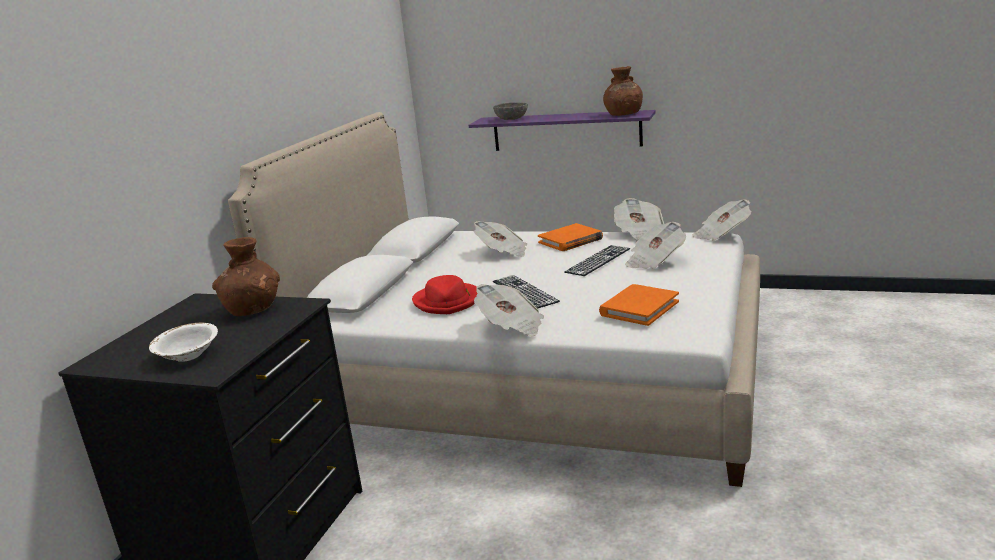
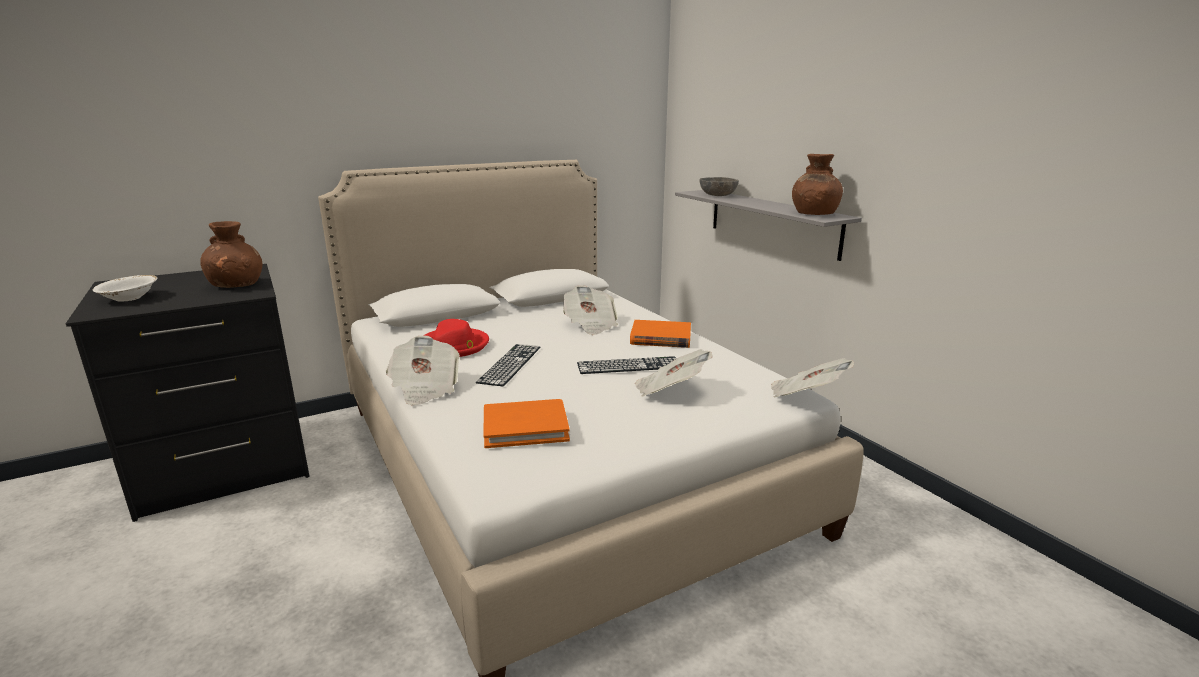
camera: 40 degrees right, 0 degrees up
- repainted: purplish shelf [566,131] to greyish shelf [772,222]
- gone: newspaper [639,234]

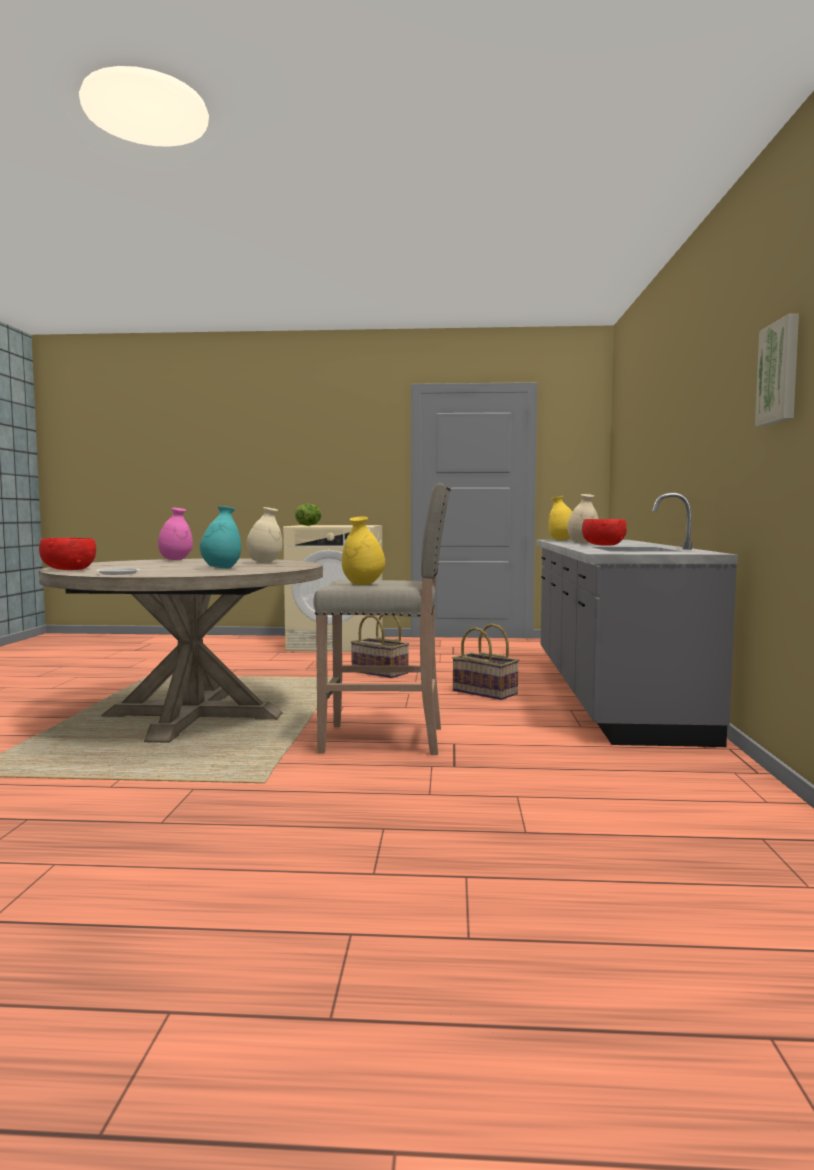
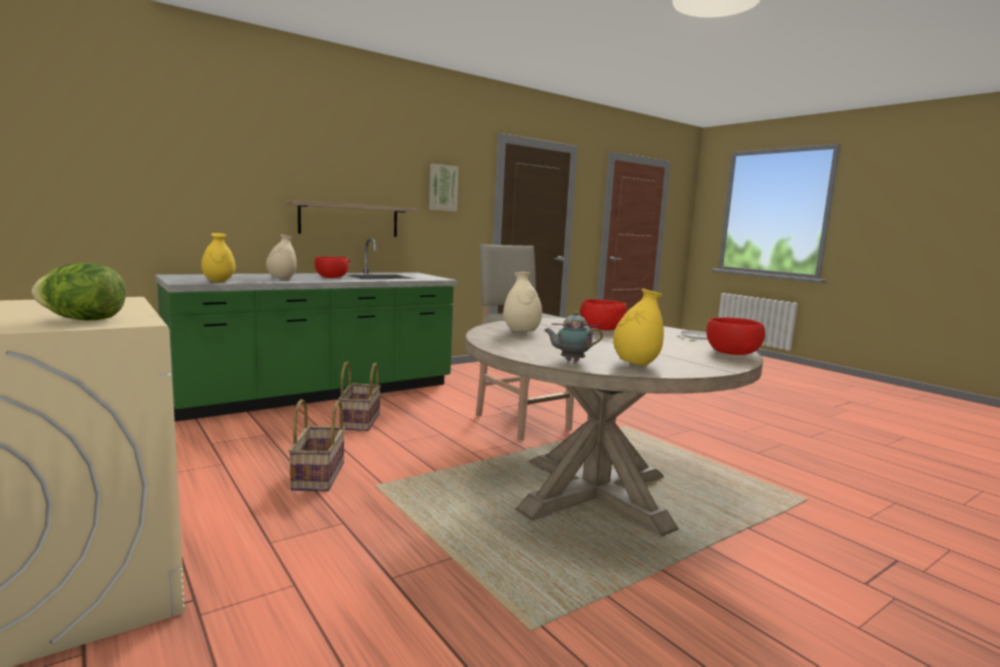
camera: 130 degrees left, 5 degrees up
- repainted: greyish counter [609,693] to green-coloured counter [318,393]
- swapped: turquoise-coloured flower vase [221,568] to red-coloured bowl [601,329]
- swapped: pink flower vase [175,559] to tea pot [570,361]
- shifted: yellowish flower vase [363,584] to [635,364]
- new: shelf [349,219]

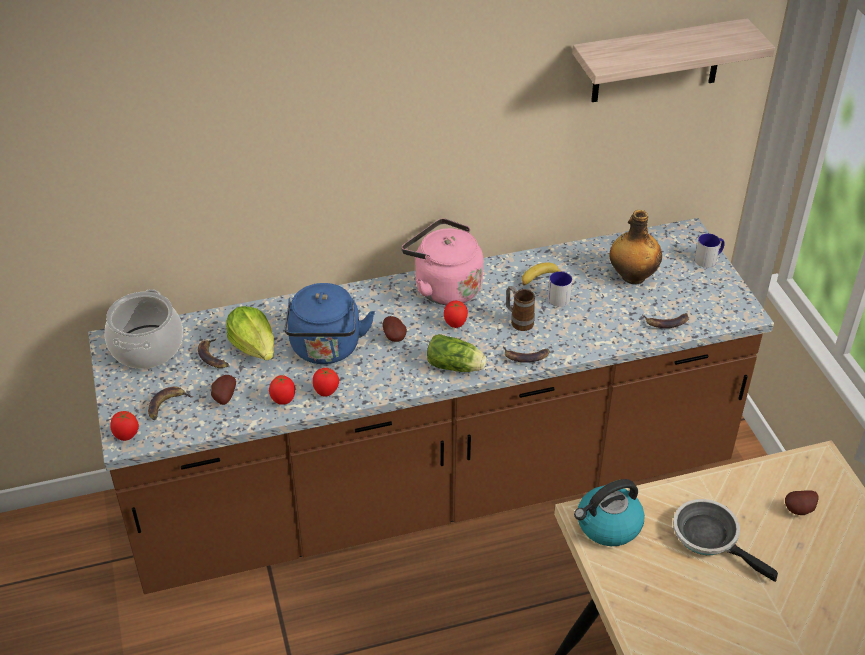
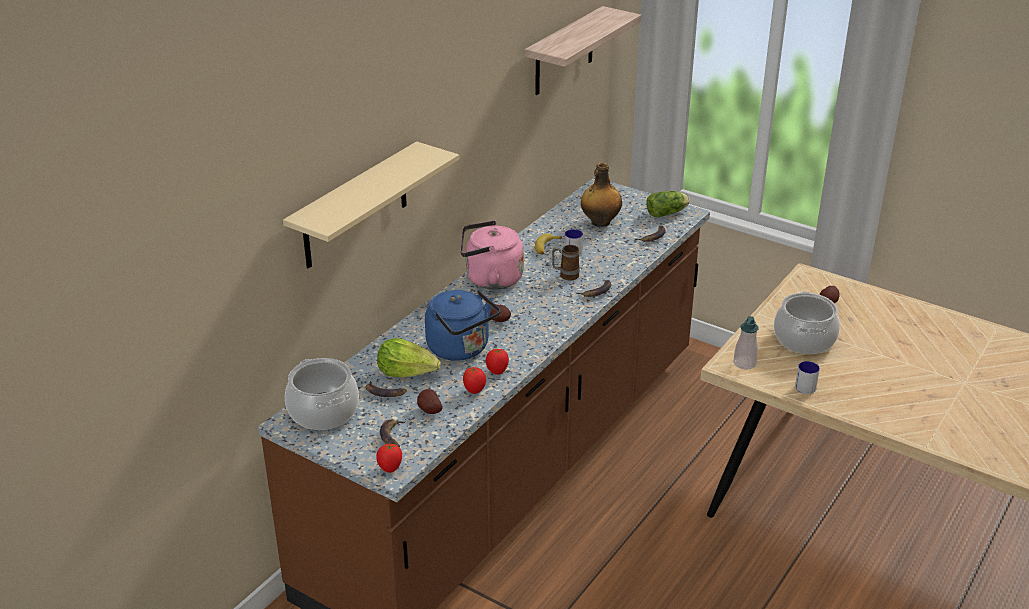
camera: 40 degrees left, 10 degrees down
- shifted: mug [709,259] to [806,385]
- gone: whole tomato [455,324]
- shifted: lettuce [456,367] to [668,213]
- swapped: water kettle [607,526] to soap dispenser [744,363]
- swapped: pan [710,537] to cooking pot [803,339]
- new: beige-coloured shelf [355,207]

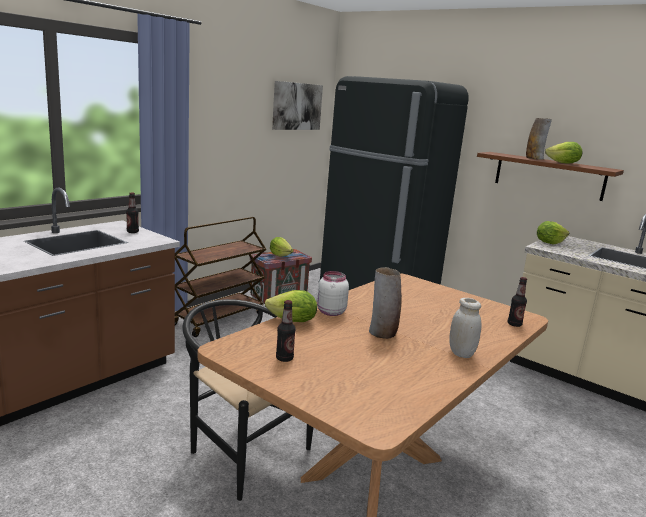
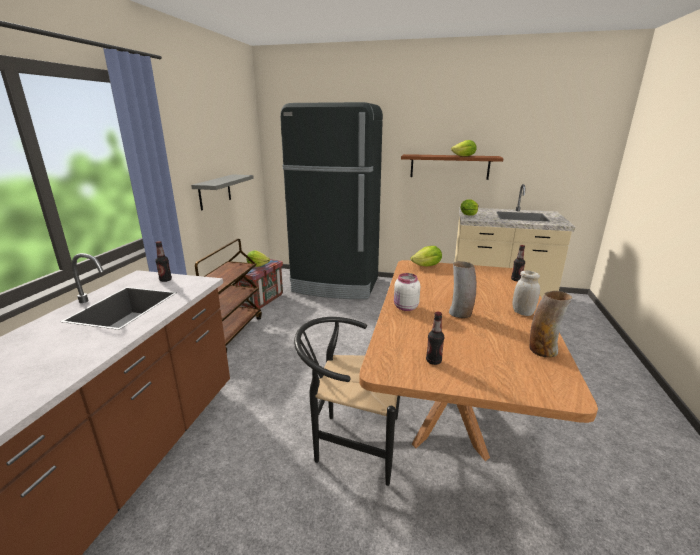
camera: 25 degrees left, 5 degrees up
- gone: picture [297,106]
- shifted: flower vase [534,158] to [542,350]
- shifted: lettuce [293,321] to [427,266]
- new: greyish shelf [215,192]

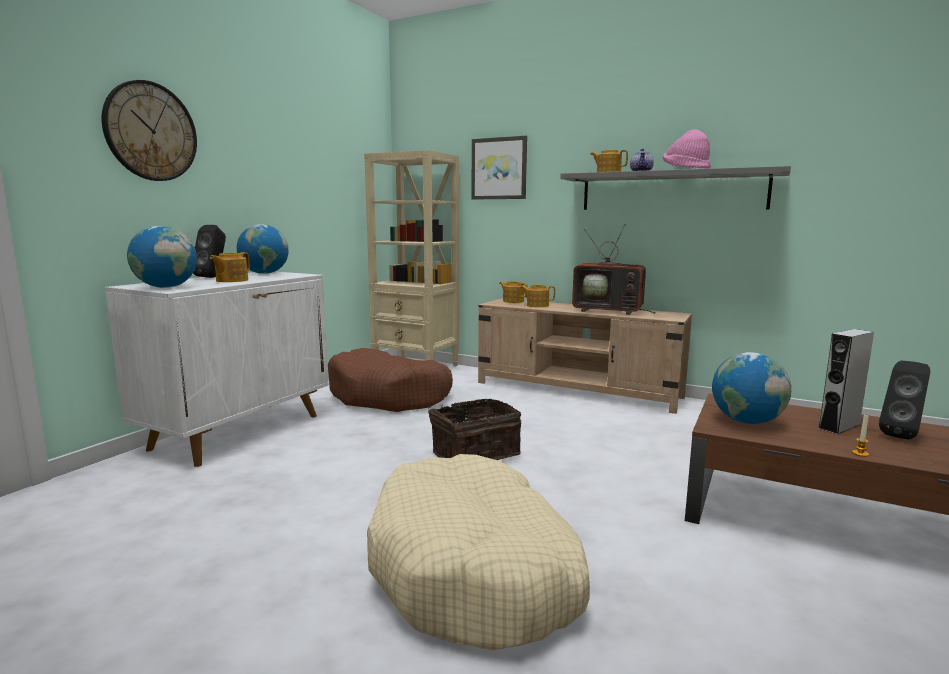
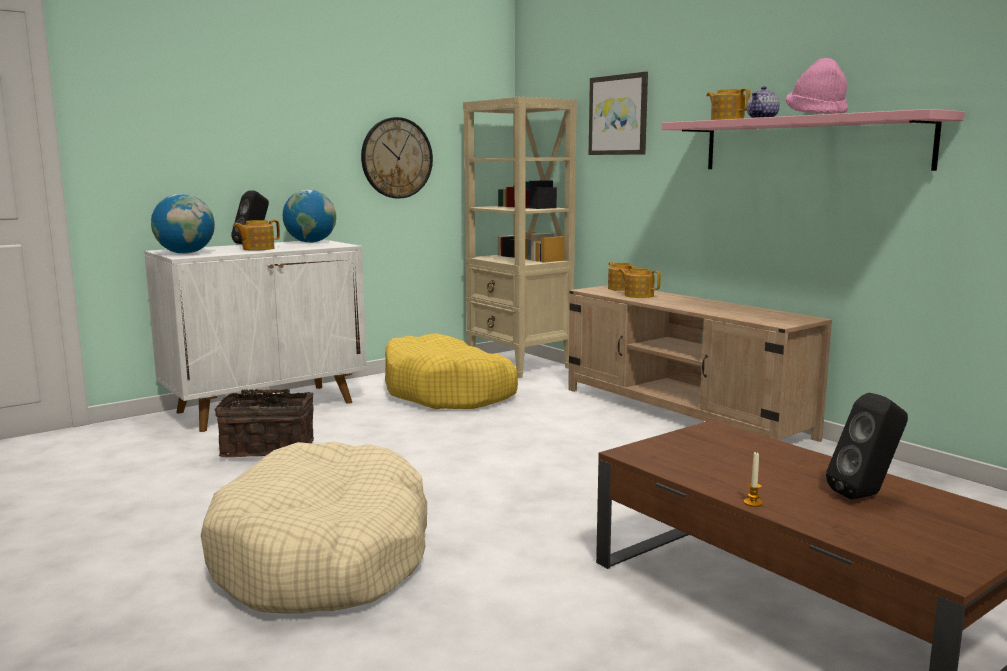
camera: 25 degrees right, 0 degrees up
- shifted: clock on the wall [151,132] to [396,158]
- repainted: greyish shelf [671,191] to pink shelf [811,144]
- gone: TV [610,311]
- gone: greyish audio speaker [839,426]
- repainted: brownish pet bed [389,396] to yellowish pet bed [448,392]
- gone: globe [747,421]
- shifted: basket [474,453] to [269,448]

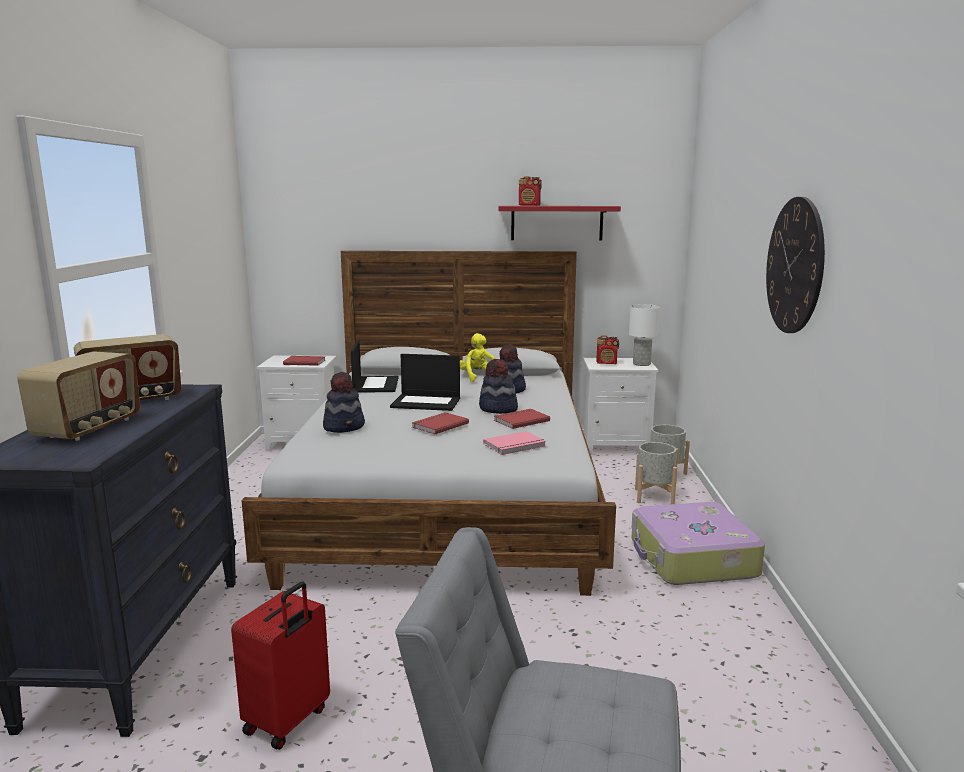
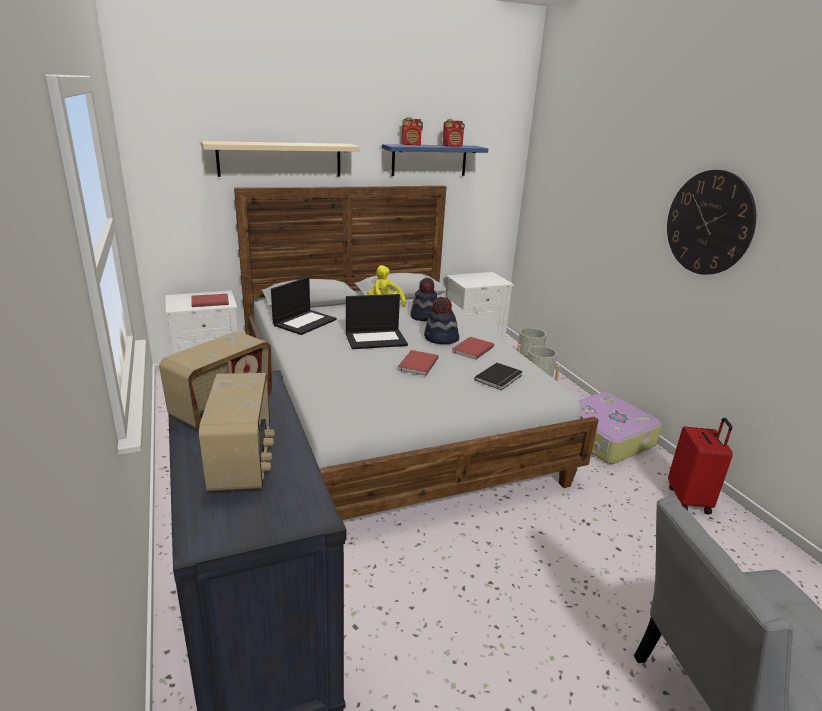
camera: 25 degrees left, 10 degrees up
- repainted: red-coloured shelf [557,223] to bluish shelf [429,160]
- gone: white-coloured tabletop lamp [641,364]
- shifted: radio set [607,363] to [452,146]
- rotated: notebook computer [375,384] = [305,322] 60 degrees clockwise
- gone: wearable hat [344,427]
- repainted: pink book [515,445] to black-coloured book [500,378]
- shifted: red-coloured travel case [288,721] to [689,500]
- new: beige-coloured shelf [280,159]

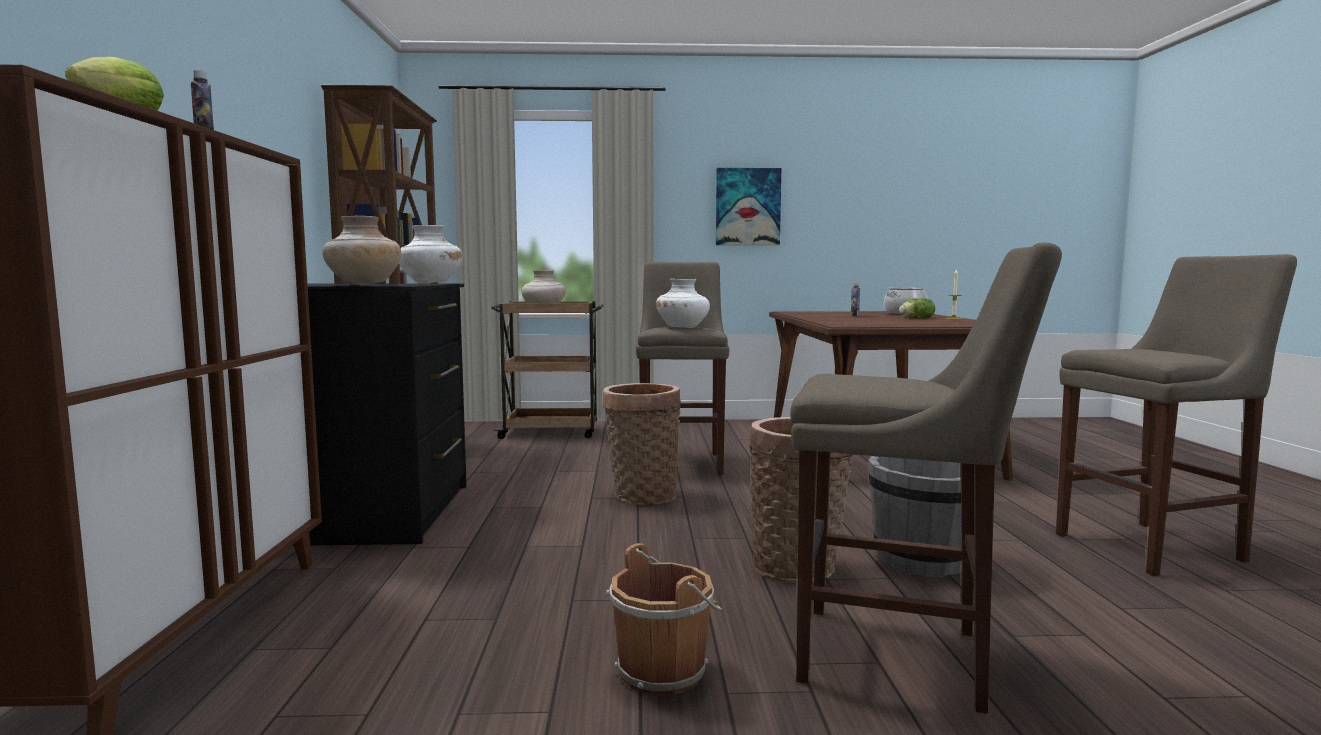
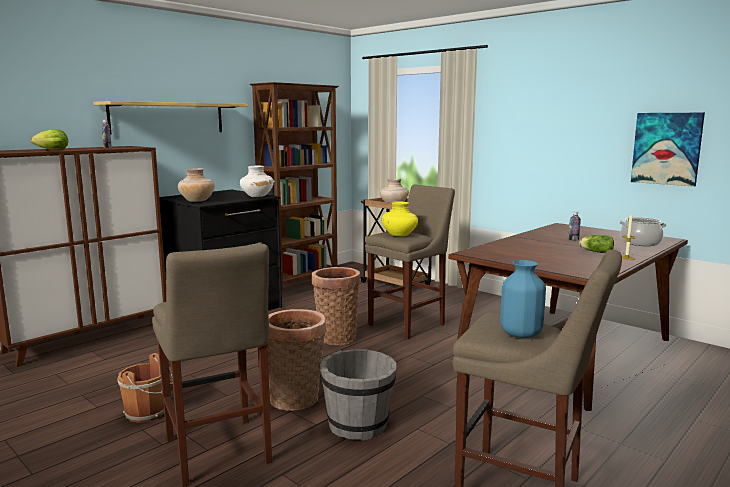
camera: 45 degrees right, 5 degrees up
- shifted: picture [747,207] to [666,148]
- repainted: white-coloured flower vase [683,328] to yellowish flower vase [399,235]
- new: shelf [168,118]
- new: bluish flower vase [521,333]

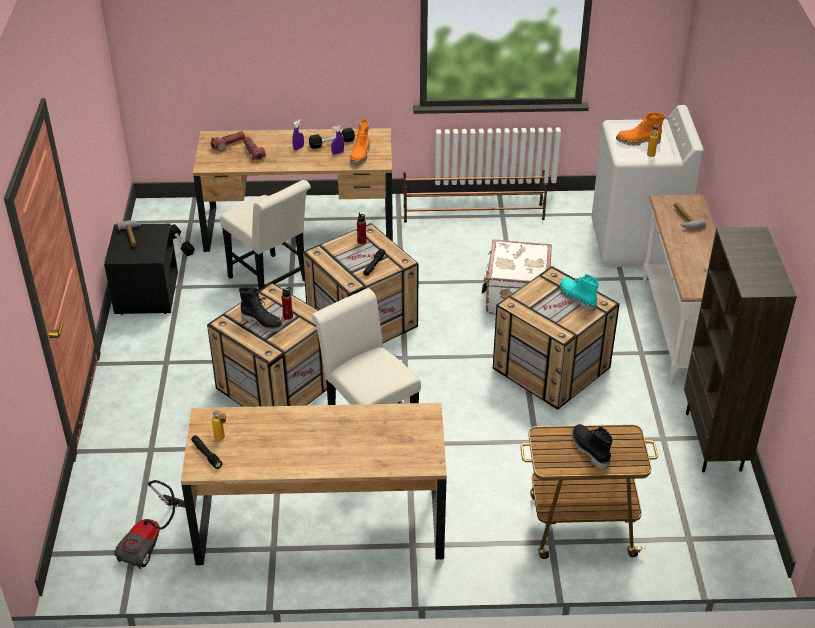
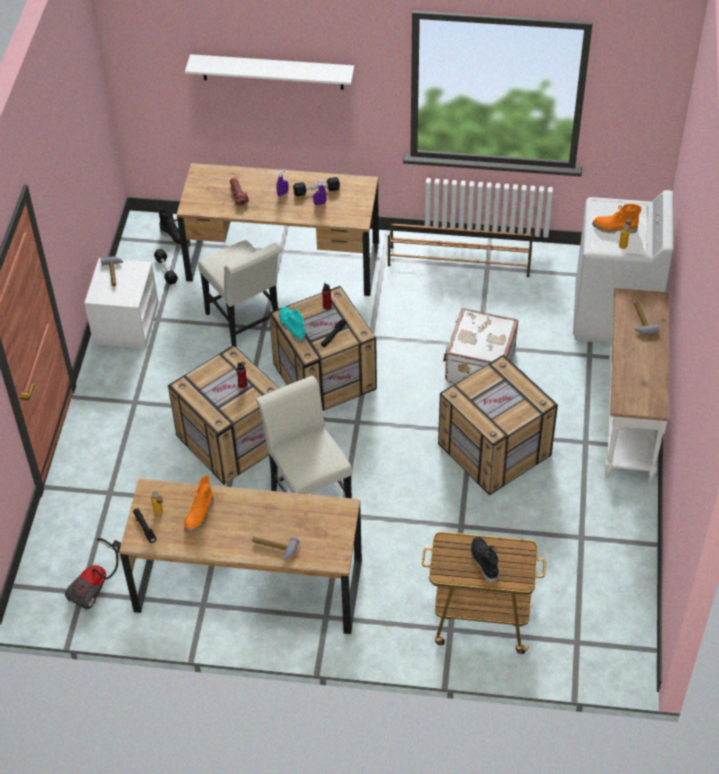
camera: 10 degrees right, 10 degrees up
- shifted: orange boot [361,155] to [200,515]
- gone: hand torch [228,144]
- repainted: black-coloured nightstand [146,293] to white-coloured nightstand [125,323]
- gone: brownish bookshelf [714,442]
- shifted: turquoise-coloured boot [576,298] to [291,327]
- shifted: black-coloured boot [263,322] to [176,238]
- new: white-coloured shelf [272,72]
- new: tool hammer [274,548]

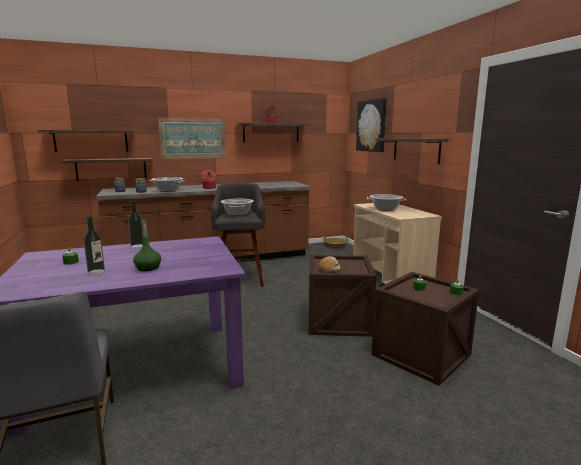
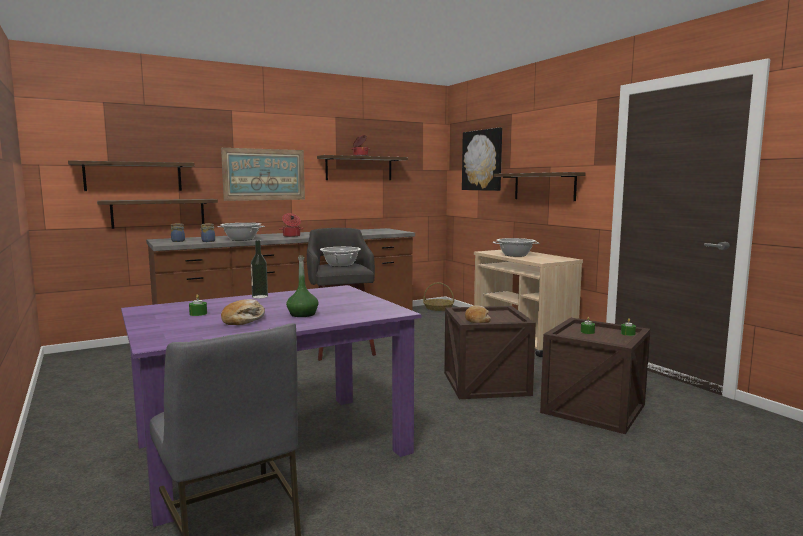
camera: 10 degrees left, 5 degrees down
- swapped: drink bottle [96,272] to bread [244,320]

